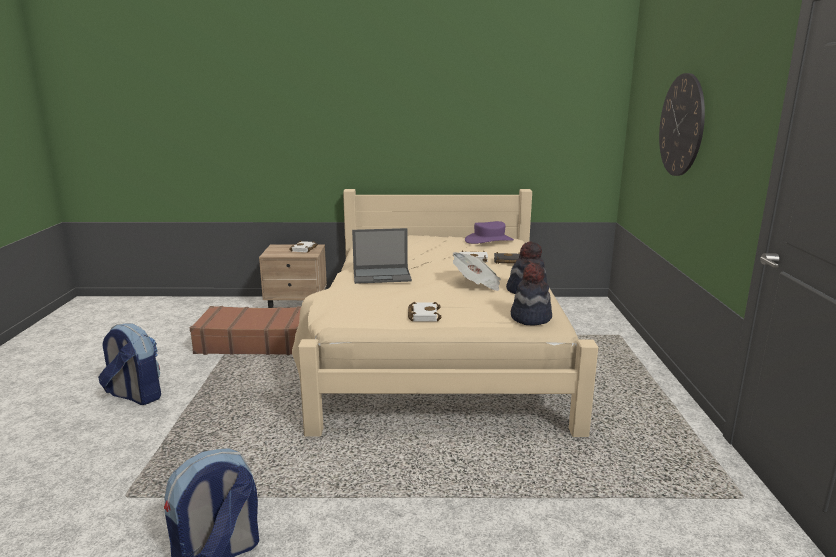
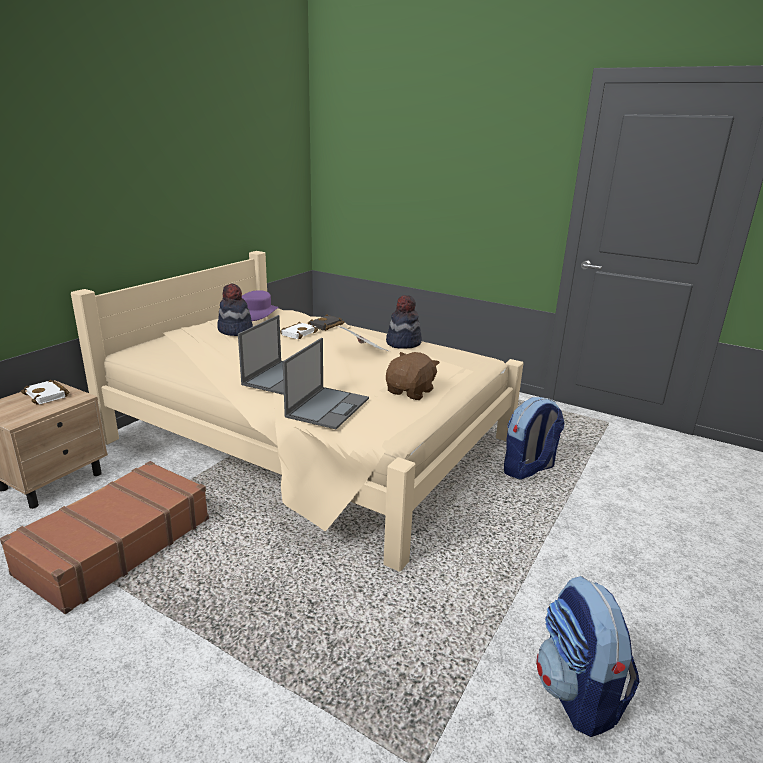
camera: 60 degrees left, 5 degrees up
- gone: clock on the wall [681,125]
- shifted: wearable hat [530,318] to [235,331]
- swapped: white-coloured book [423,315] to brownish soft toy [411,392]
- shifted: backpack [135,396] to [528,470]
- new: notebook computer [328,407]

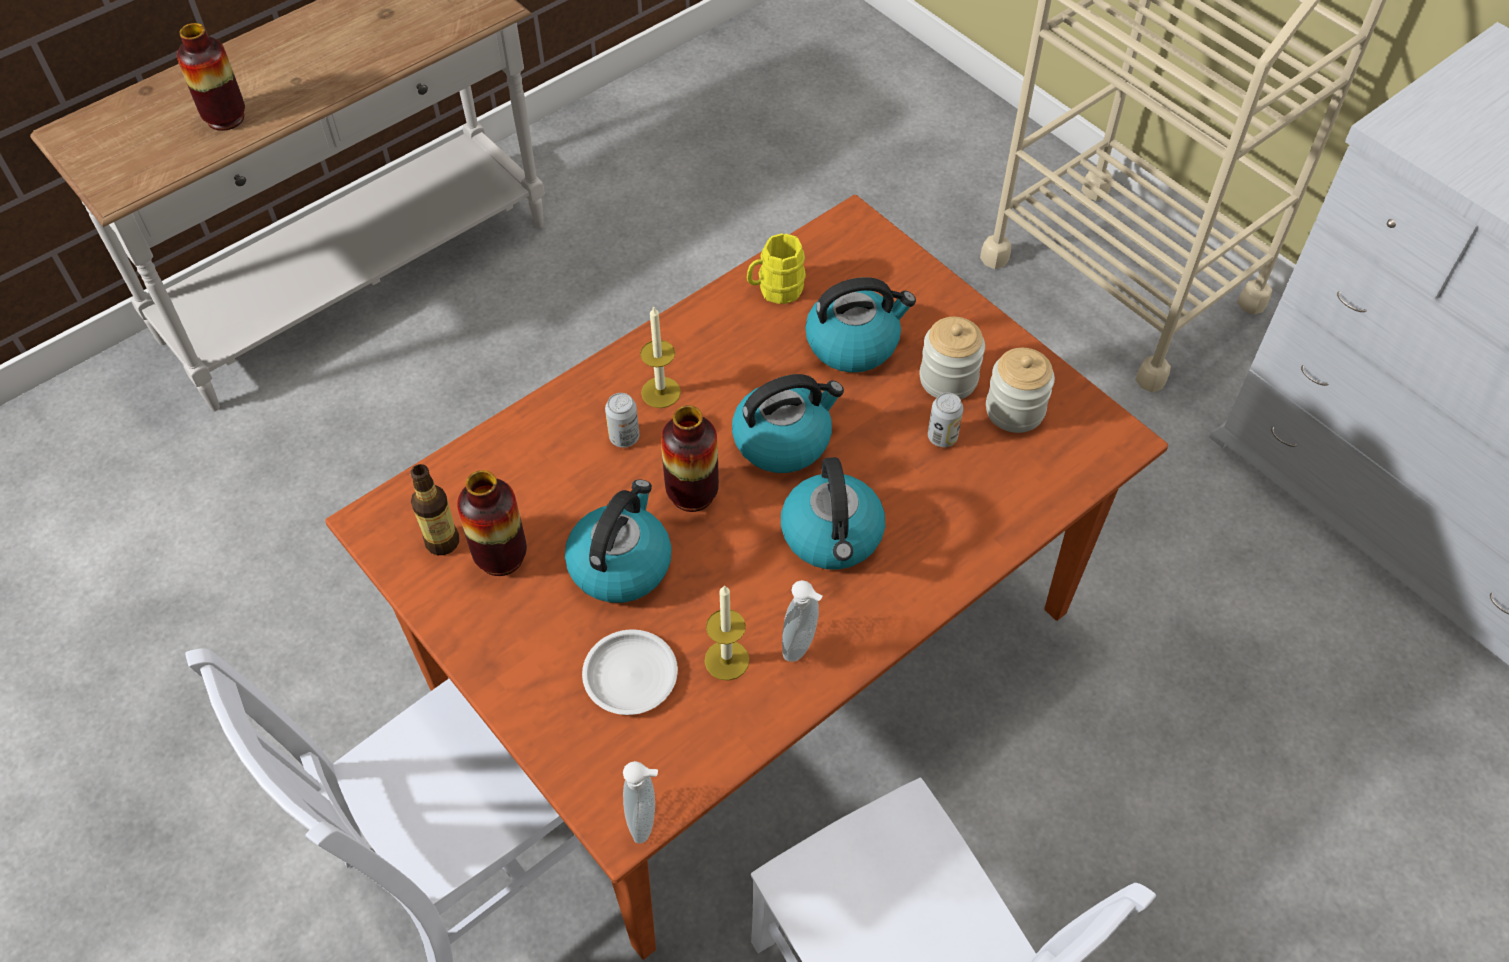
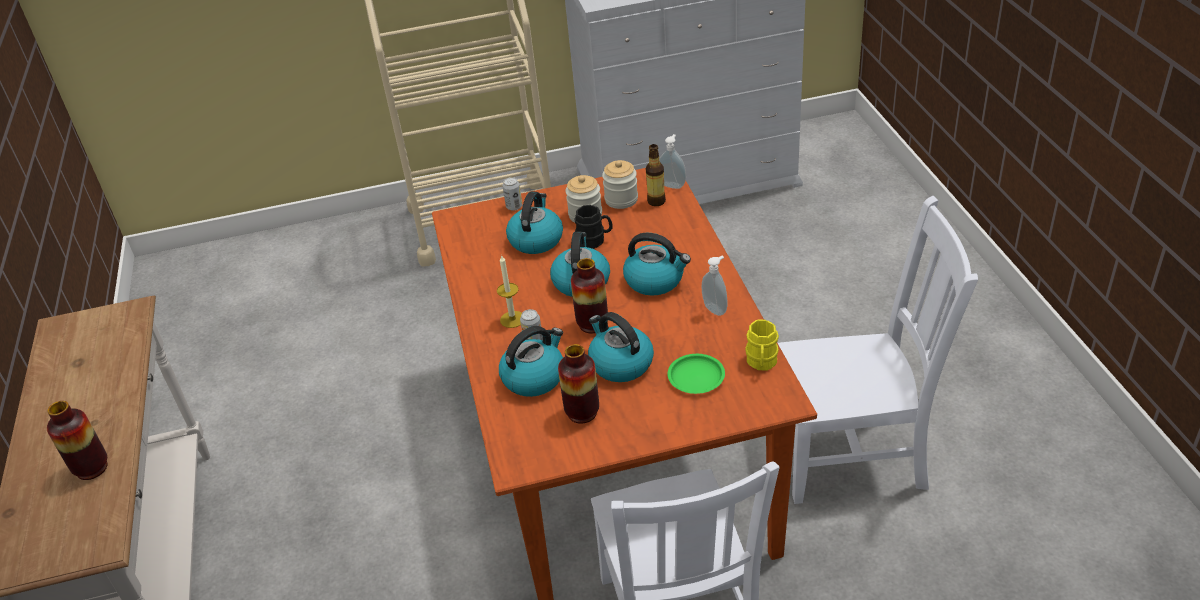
camera: 60 degrees left, 15 degrees down
- shifted: yellowish mug [775,289] to [761,363]
- shifted: sealed can [942,437] to [514,206]
- shifted: drink bottle [442,542] to [656,201]
- gone: wax light [726,660]
- repainted: white-coloured plate [629,675] to green-coloured plate [696,377]
- shifted: soap dispenser [645,819] to [672,185]
- new: black-coloured mug [594,240]
- new: water kettle [534,377]

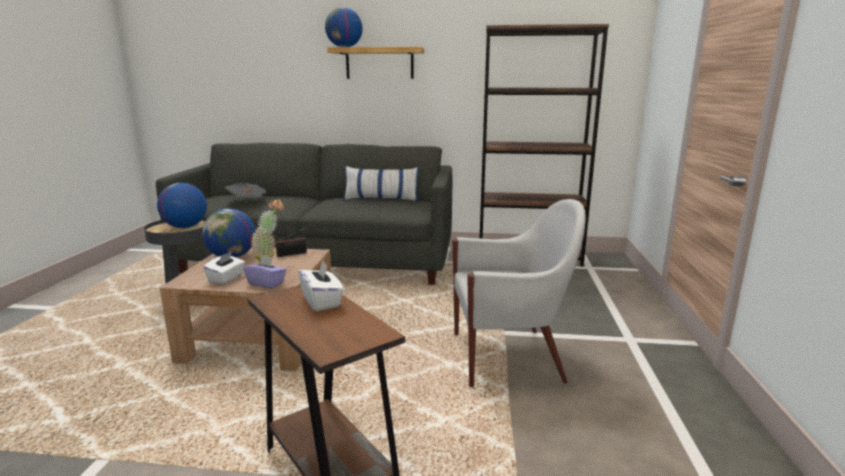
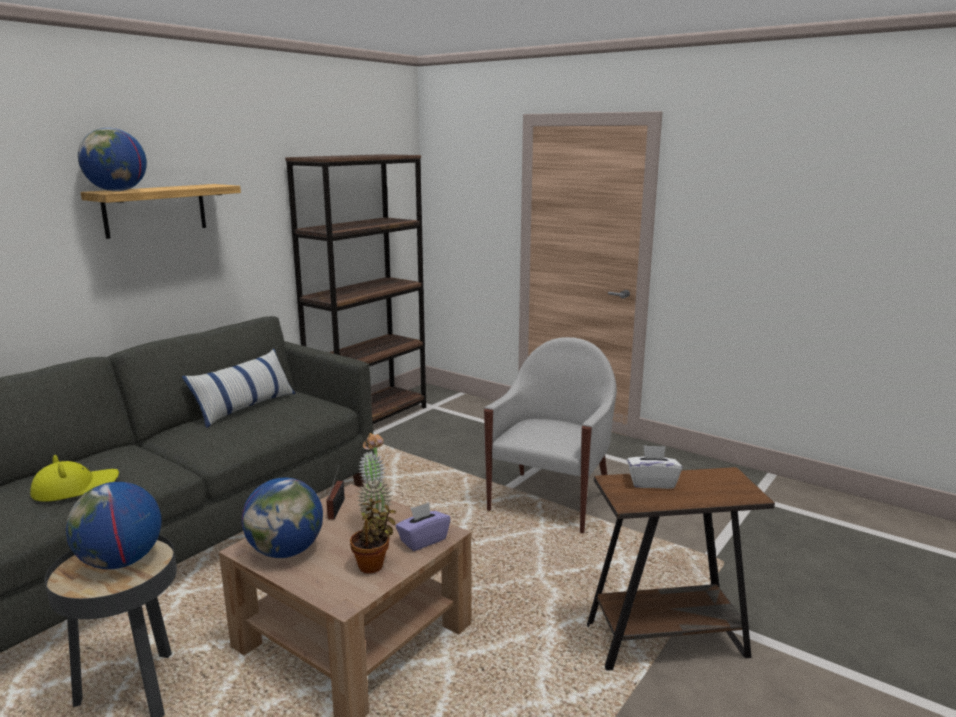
camera: 60 degrees left, 0 degrees up
- swapped: newspaper [248,201] to yellowish wearable hat [75,488]
- swapped: white-coloured tissue box [226,279] to plant in a pot [373,565]

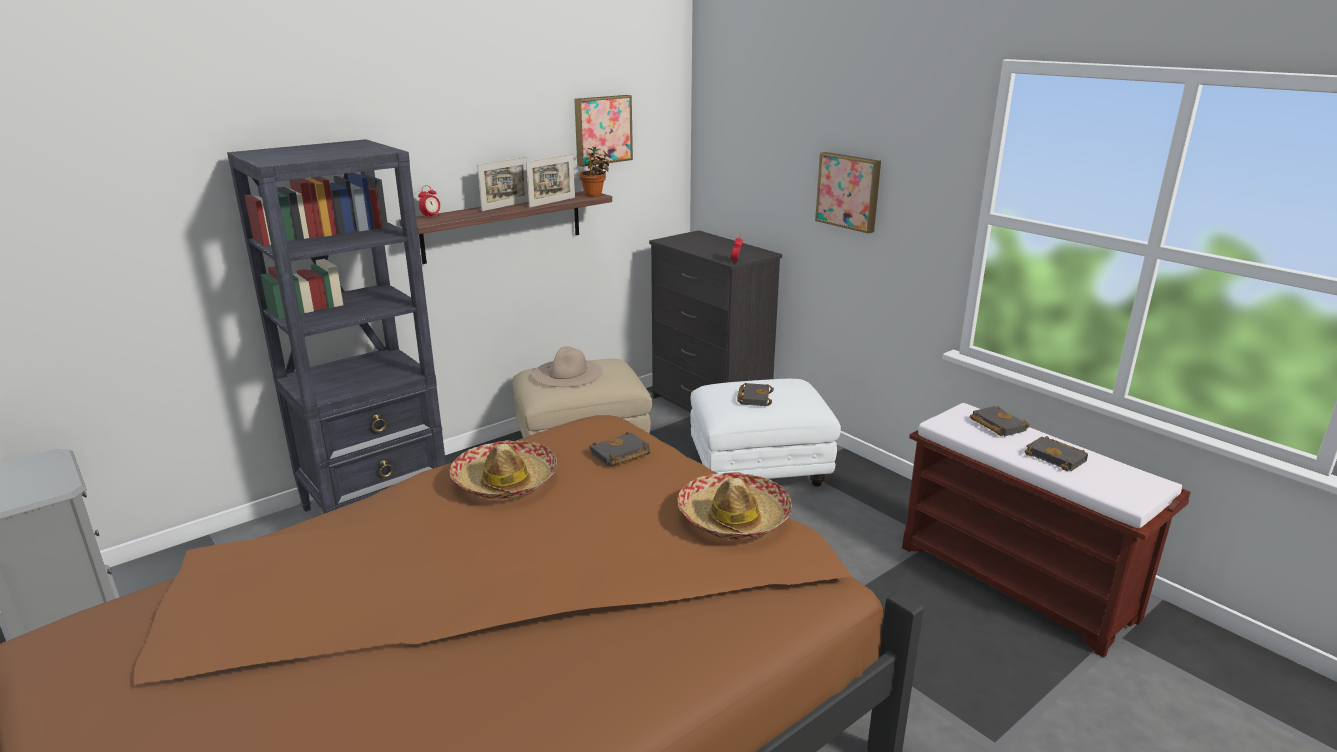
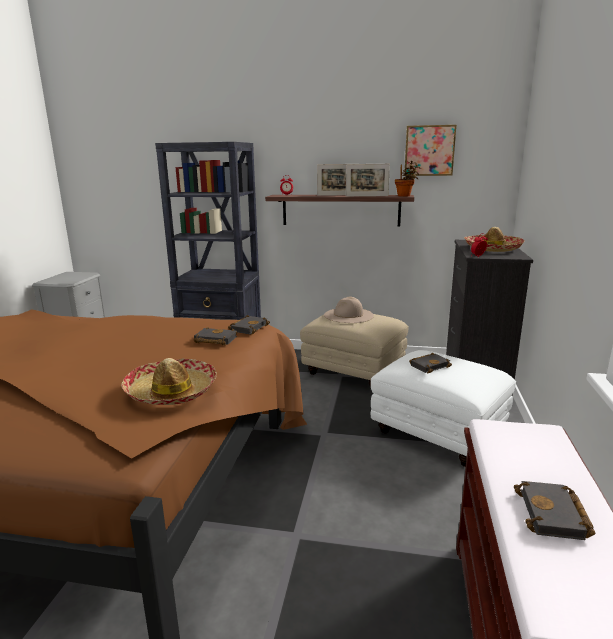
camera: 50 degrees right, 5 degrees down
- gone: picture [849,191]
- shifted: black-coloured book [996,425] to [248,327]
- shifted: wearable hat [504,481] to [492,249]

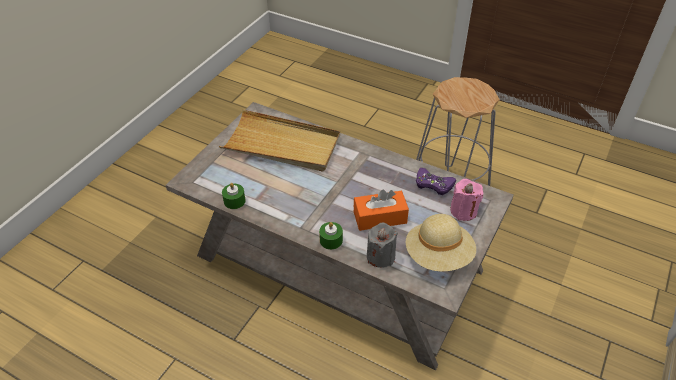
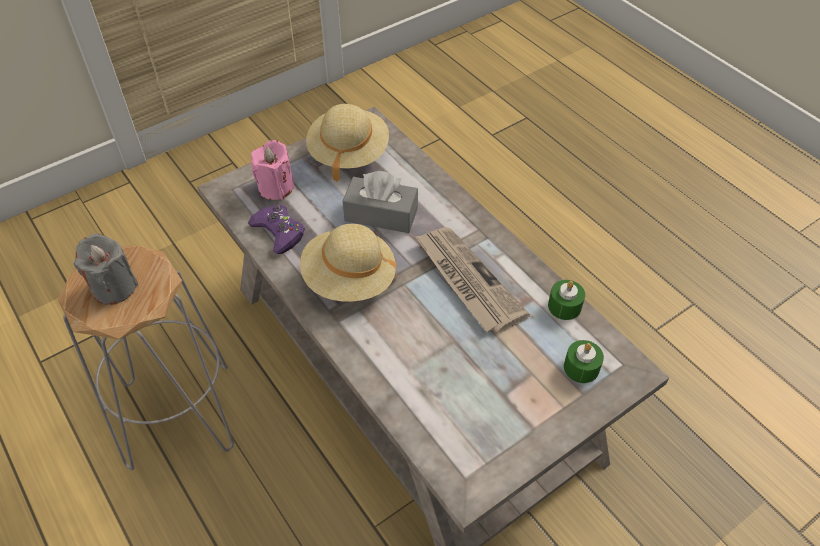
camera: 155 degrees left, 5 degrees up
- gone: beige-coloured serving tray [282,145]
- repainted: orange tissue box [380,217] to greyish tissue box [381,215]
- shifted: green-coloured wax light [331,240] to [581,367]
- shifted: greyish wax light [380,256] to [114,287]
- new: beige-coloured wearable hat [349,279]
- new: newspaper [467,281]

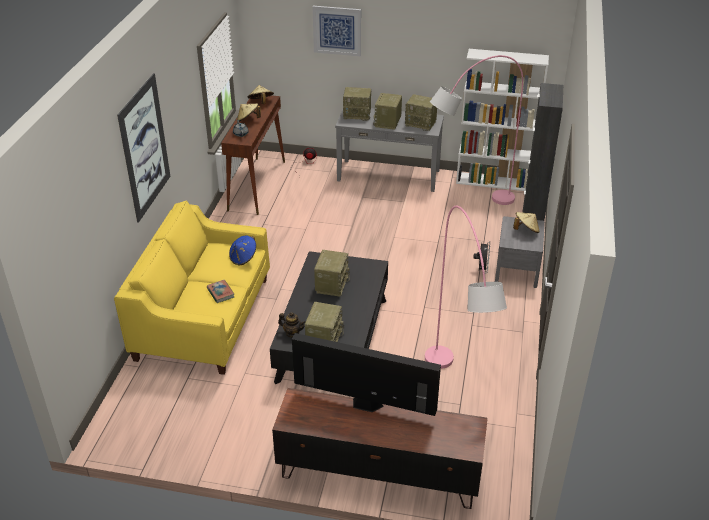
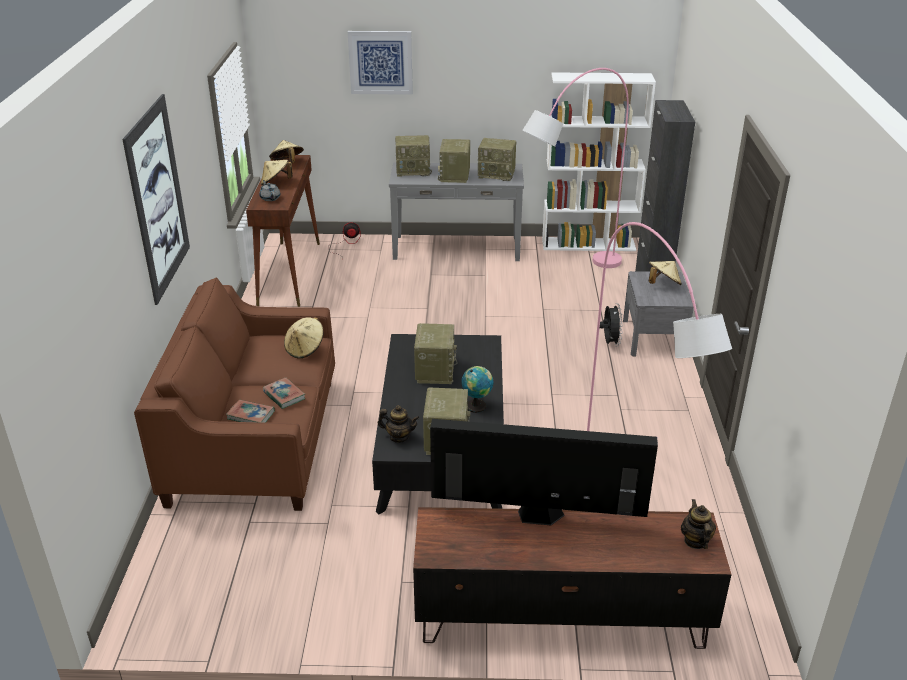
camera: 10 degrees left, 5 degrees down
- repainted: yellowish couch [203,318] to brownish couch [255,440]
- repainted: bluish wearable hat [243,258] to beige-coloured wearable hat [305,349]
- new: globe [477,405]
- new: book [251,415]
- new: tea pot [695,541]

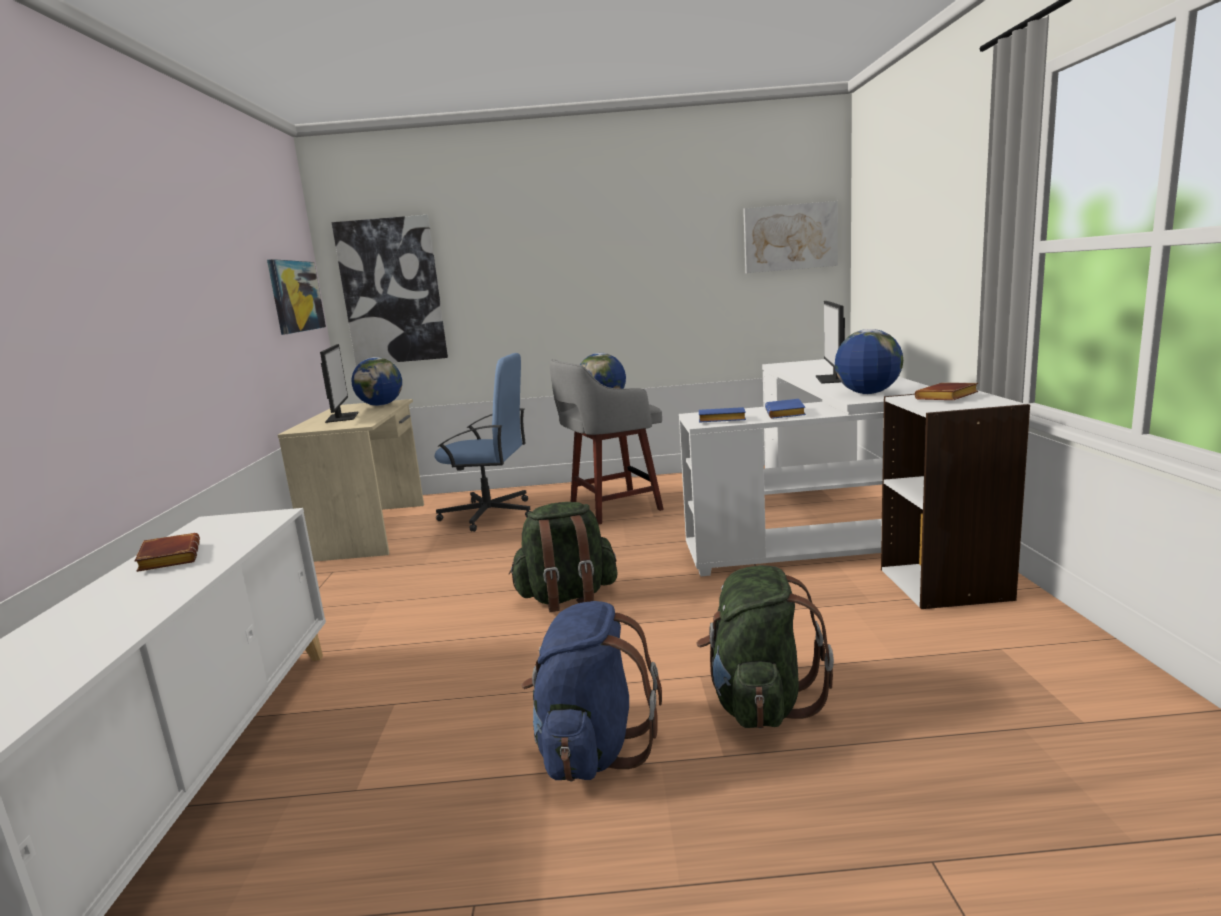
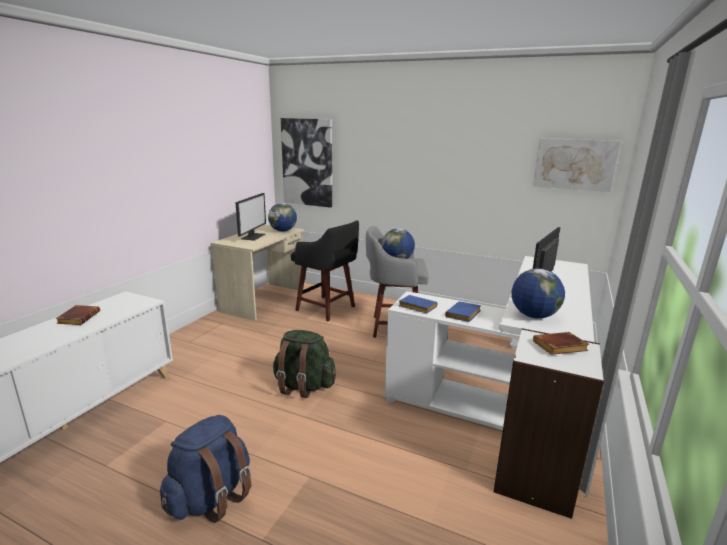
camera: 25 degrees right, 5 degrees up
- gone: picture [296,296]
- swapped: bluish computer chair [490,514] to black-coloured stool seat [327,309]
- gone: green-coloured backpack [759,703]

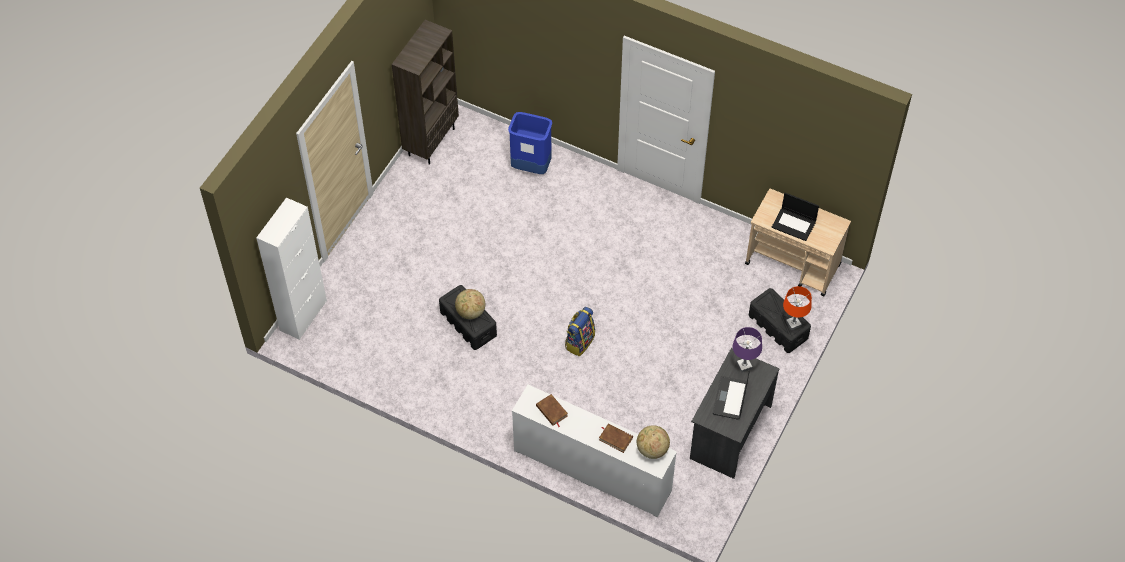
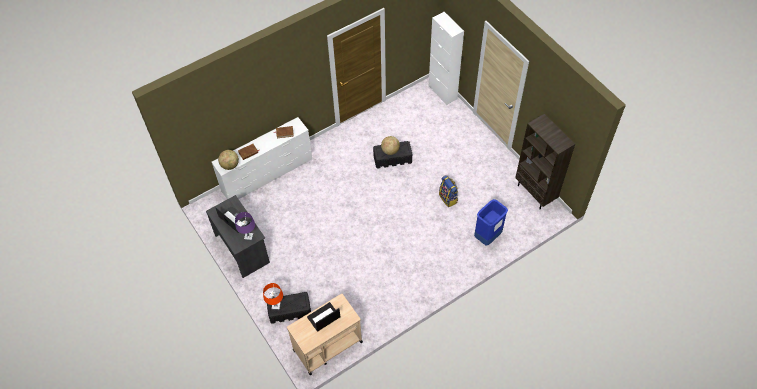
camera: 120 degrees right, 0 degrees up
- shifted: backpack [579,341] to [448,198]

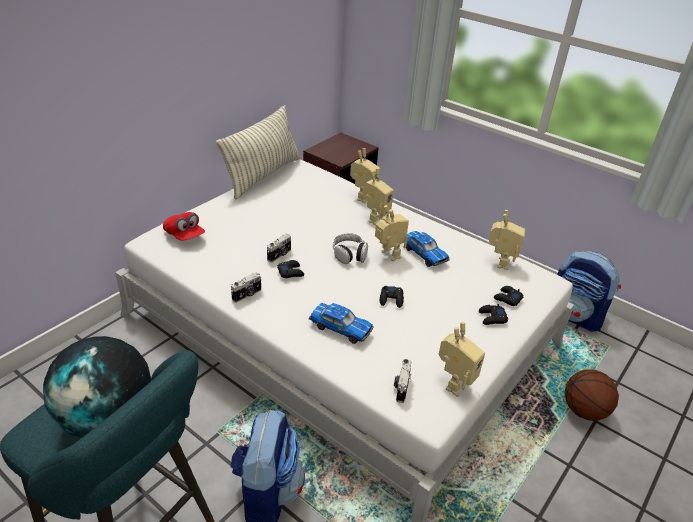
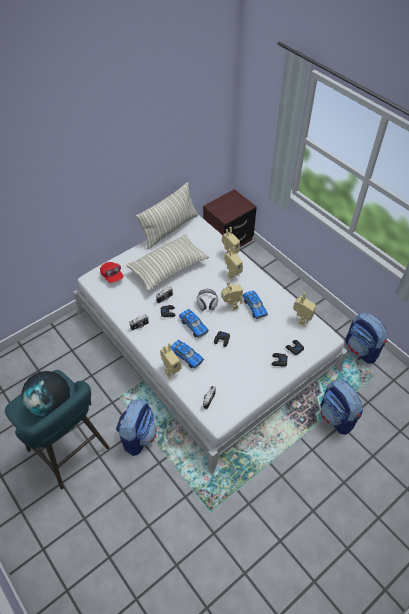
camera: 15 degrees right, 15 degrees up
- shifted: model robot [454,384] to [170,370]
- swapped: basketball [584,410] to backpack [337,417]
- new: cushion [168,268]
- new: model car [193,325]

